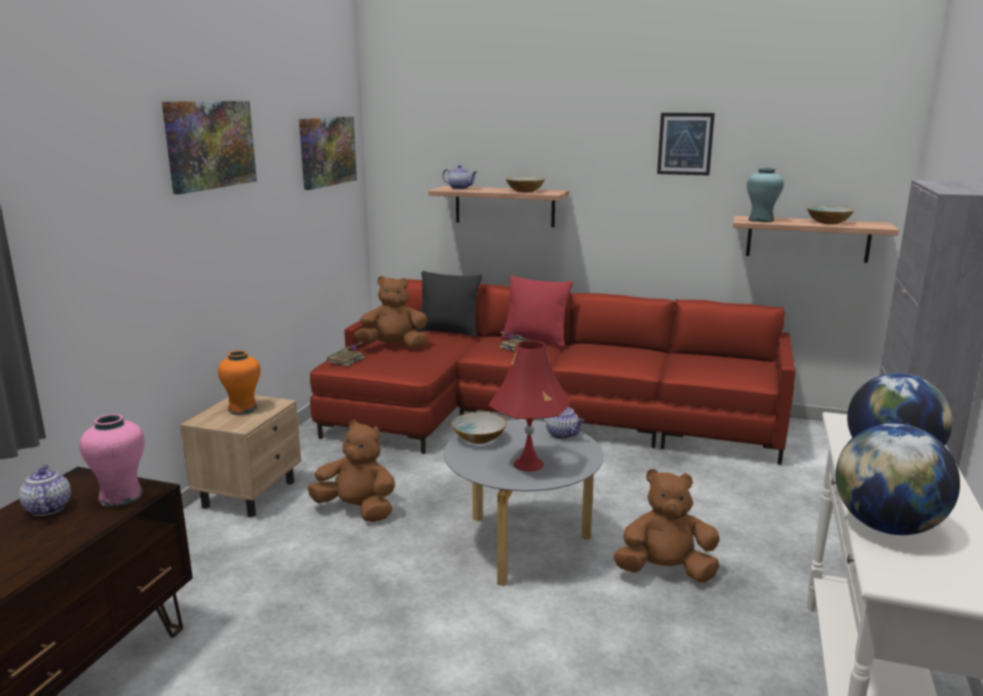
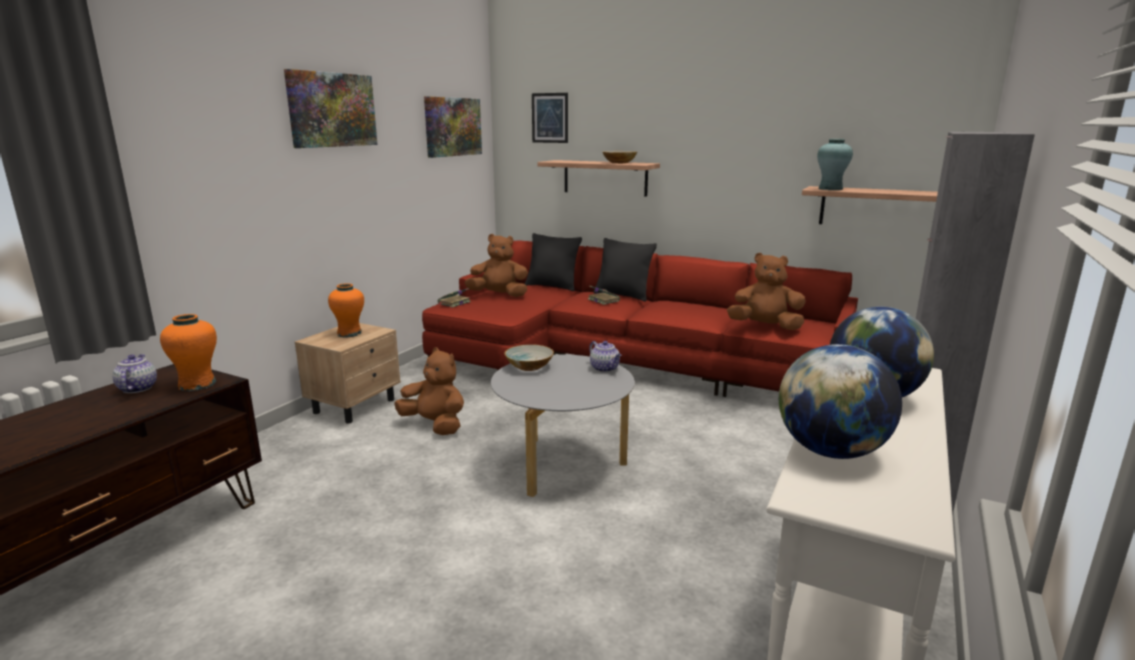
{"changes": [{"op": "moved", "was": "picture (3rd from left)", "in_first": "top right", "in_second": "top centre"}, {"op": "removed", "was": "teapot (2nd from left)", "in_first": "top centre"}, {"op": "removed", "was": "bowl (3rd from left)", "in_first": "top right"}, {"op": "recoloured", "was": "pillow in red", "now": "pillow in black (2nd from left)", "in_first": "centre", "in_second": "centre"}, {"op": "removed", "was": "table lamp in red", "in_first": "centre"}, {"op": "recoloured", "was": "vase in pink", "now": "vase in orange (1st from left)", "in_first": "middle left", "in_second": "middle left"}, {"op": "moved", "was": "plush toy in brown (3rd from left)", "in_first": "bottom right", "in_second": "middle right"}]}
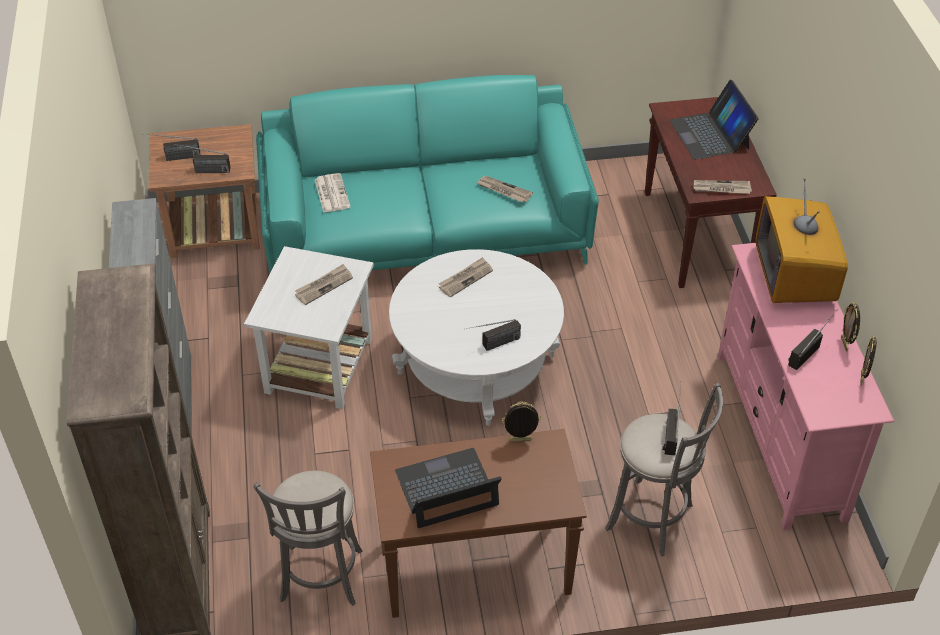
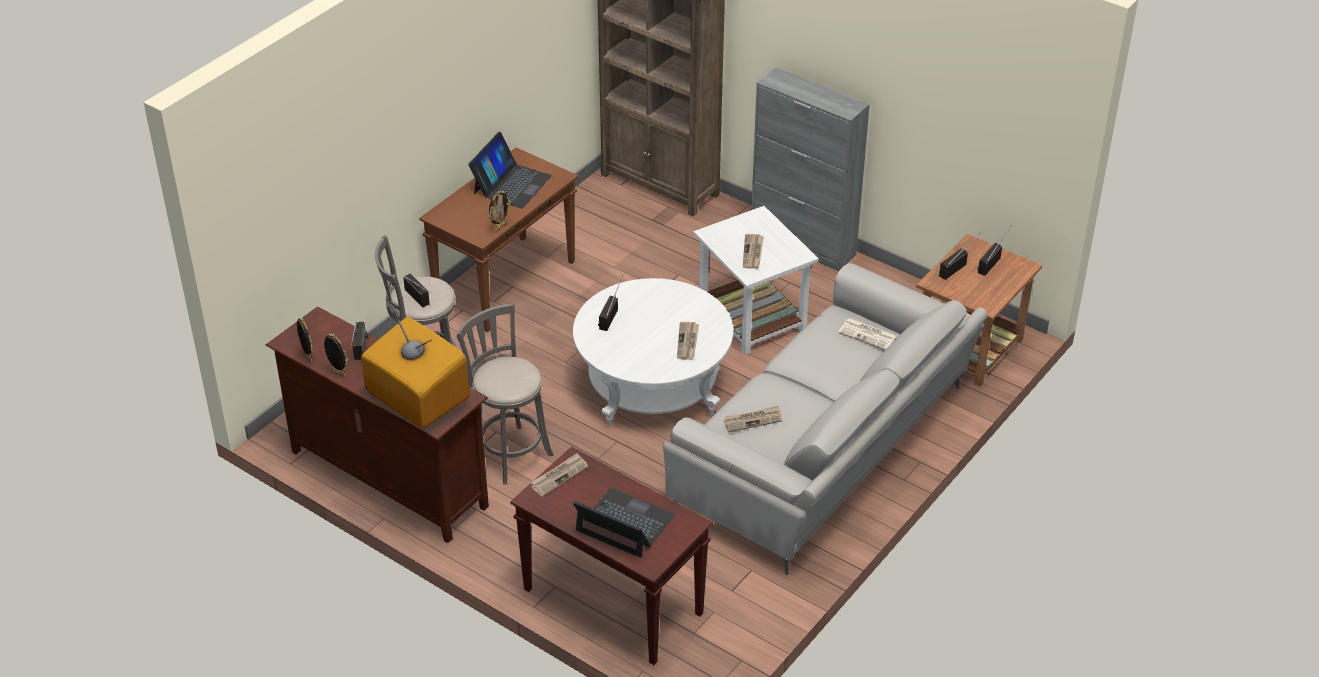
{"changes": [{"op": "recoloured", "was": "sofa in turquoise", "now": "sofa in grey", "in_first": "top centre", "in_second": "centre"}, {"op": "recoloured", "was": "tv stand in pink", "now": "tv stand in brown", "in_first": "middle right", "in_second": "middle left"}, {"op": "moved", "was": "stool in grey (1st from left in the first image)", "now": "stool in grey (2nd from left)", "in_first": "bottom left", "in_second": "centre"}]}
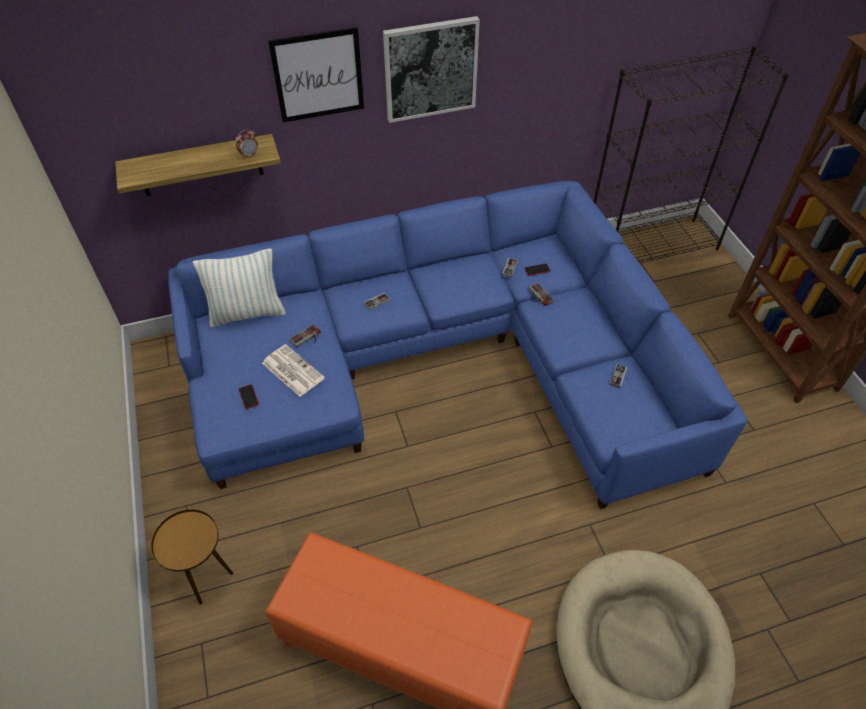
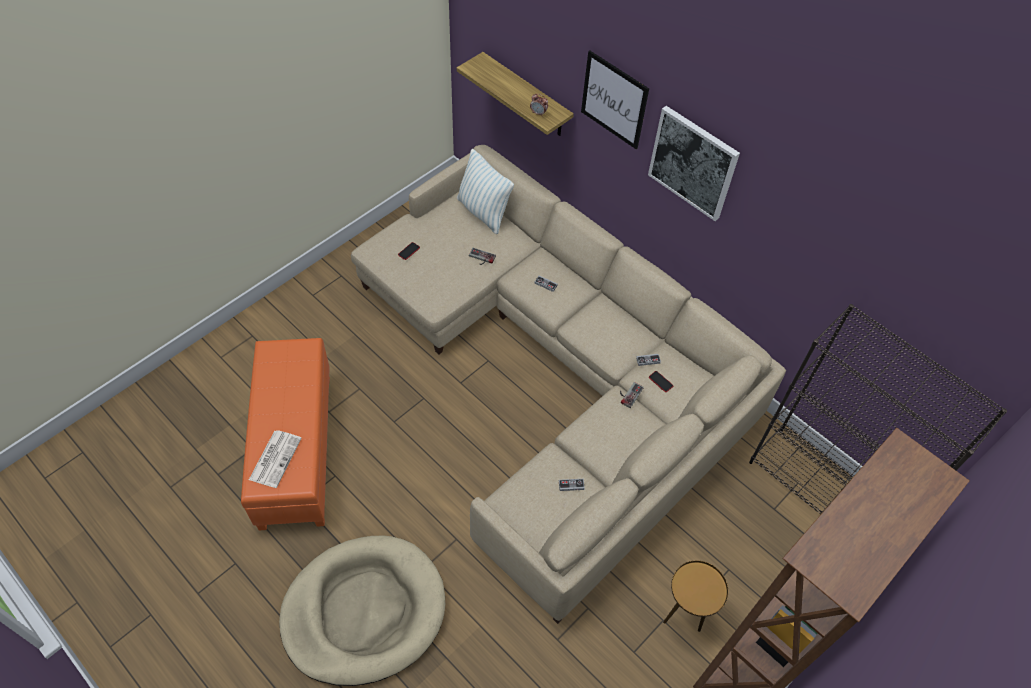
{"changes": [{"op": "recoloured", "was": "sofa in blue", "now": "sofa in beige", "in_first": "centre", "in_second": "centre"}, {"op": "moved", "was": "newspaper", "in_first": "centre", "in_second": "bottom left"}, {"op": "moved", "was": "side table in brown", "in_first": "bottom left", "in_second": "bottom right"}]}
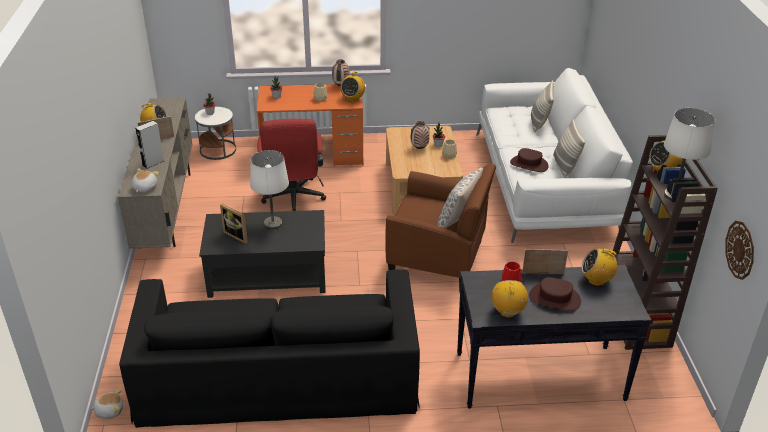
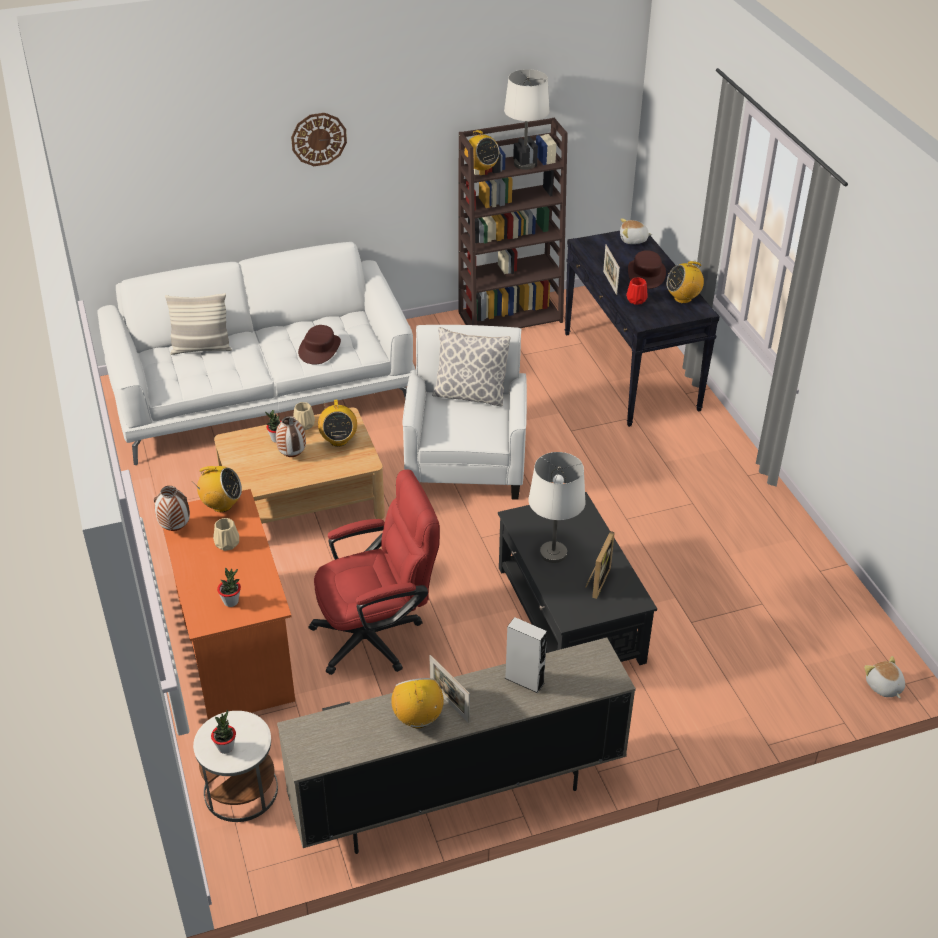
{"changes": [{"op": "removed", "was": "pillow (3rd from left)", "in_first": "middle right"}, {"op": "recoloured", "was": "armchair in brown", "now": "armchair in white", "in_first": "centre", "in_second": "centre"}, {"op": "moved", "was": "plush toy (2nd from left in the first image)", "now": "plush toy (1st from left)", "in_first": "middle left", "in_second": "top right"}, {"op": "moved", "was": "wall clock", "in_first": "middle right", "in_second": "top centre"}, {"op": "moved", "was": "radio (4th from left in the first image)", "now": "radio (2nd from left)", "in_first": "middle right", "in_second": "centre"}, {"op": "removed", "was": "sofa in black", "in_first": "bottom centre"}]}
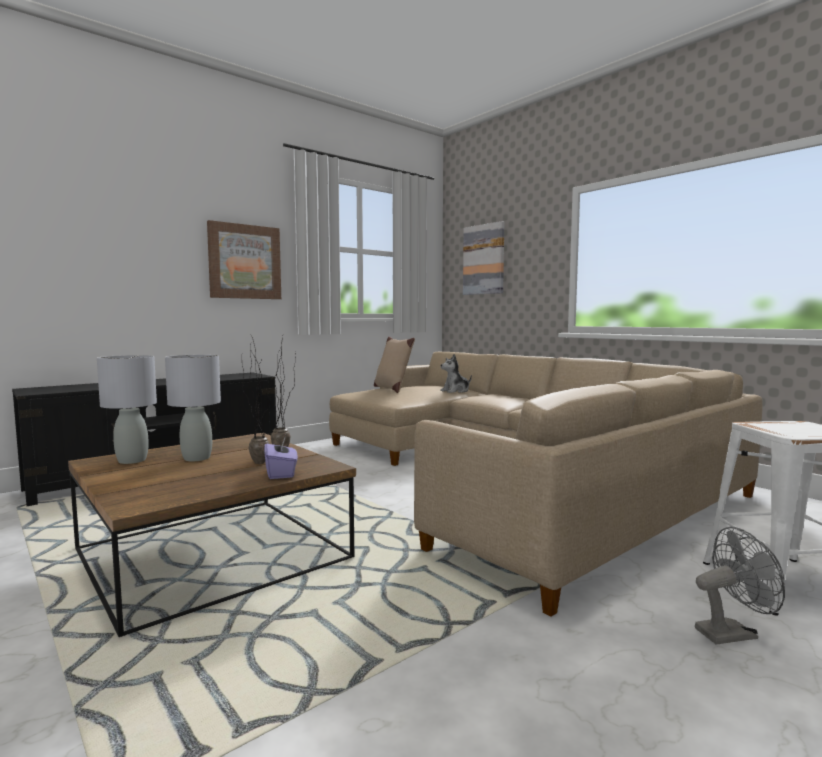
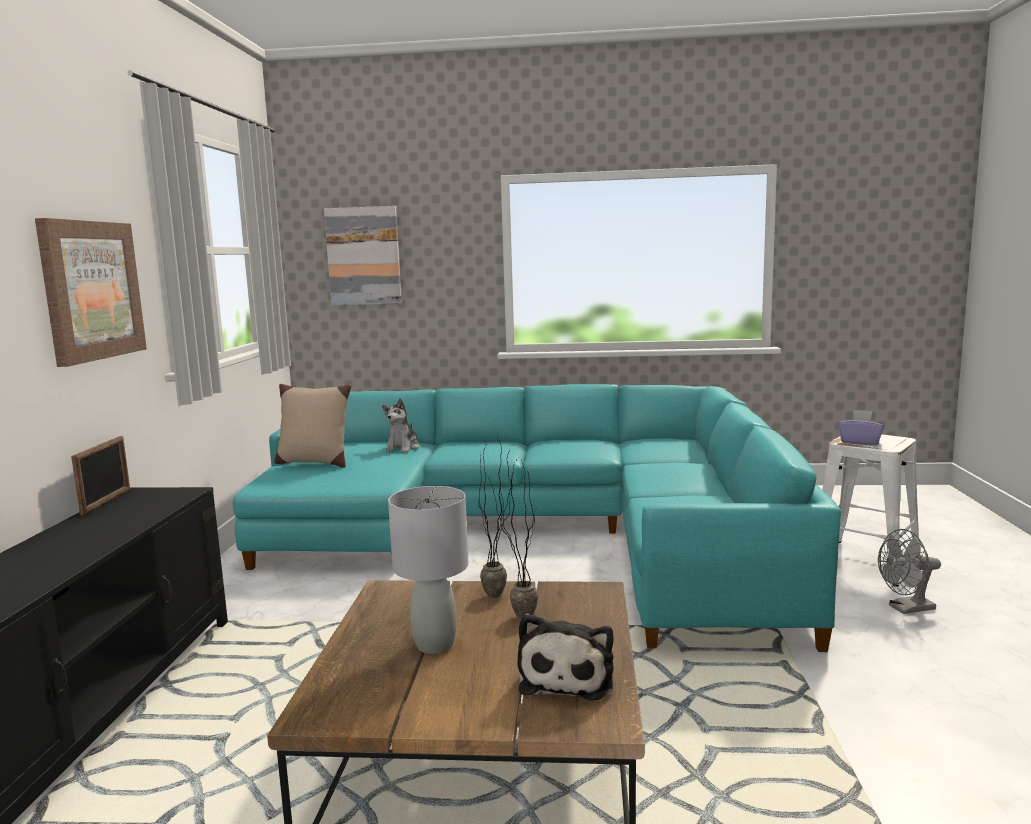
{"changes": [{"op": "recoloured", "was": "sofa in beige", "now": "sofa in turquoise", "in_first": "centre", "in_second": "centre"}, {"op": "removed", "was": "table lamp in grey (1st from left)", "in_first": "middle left"}, {"op": "moved", "was": "tissue box in purple", "in_first": "centre", "in_second": "middle right"}, {"op": "turned", "was": "fan in grey", "in_first": "bottom right", "in_second": "bottom right", "clockwise": -135}, {"op": "added", "now": "picture frame", "in_second": "middle left"}, {"op": "added", "now": "plush toy (2nd from left)", "in_second": "bottom centre"}]}
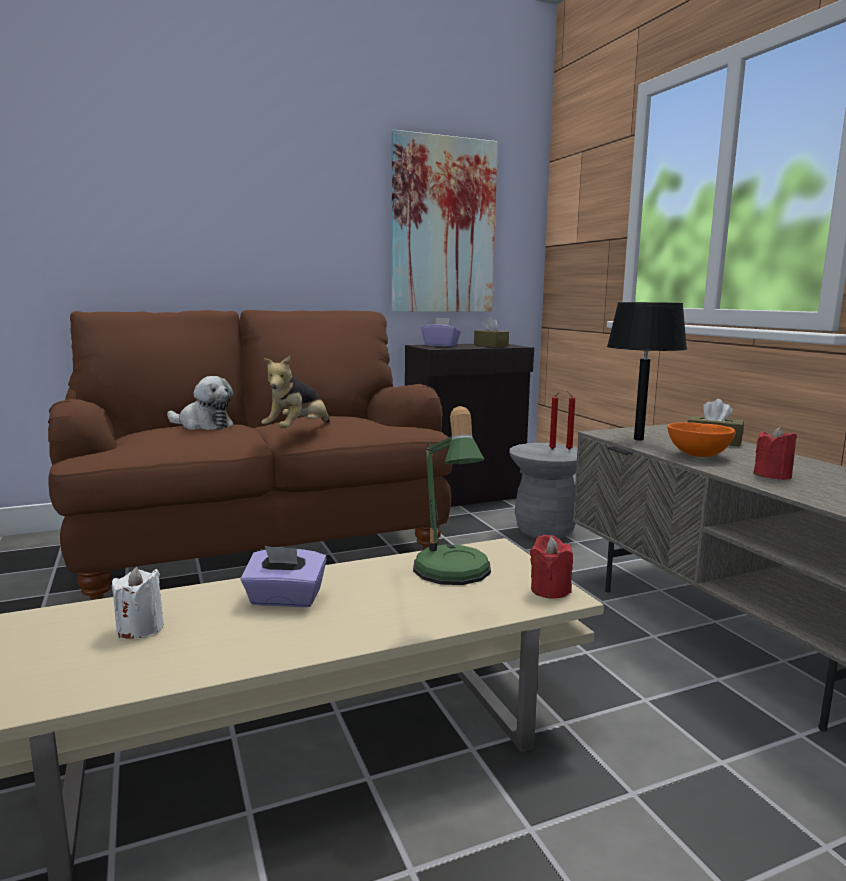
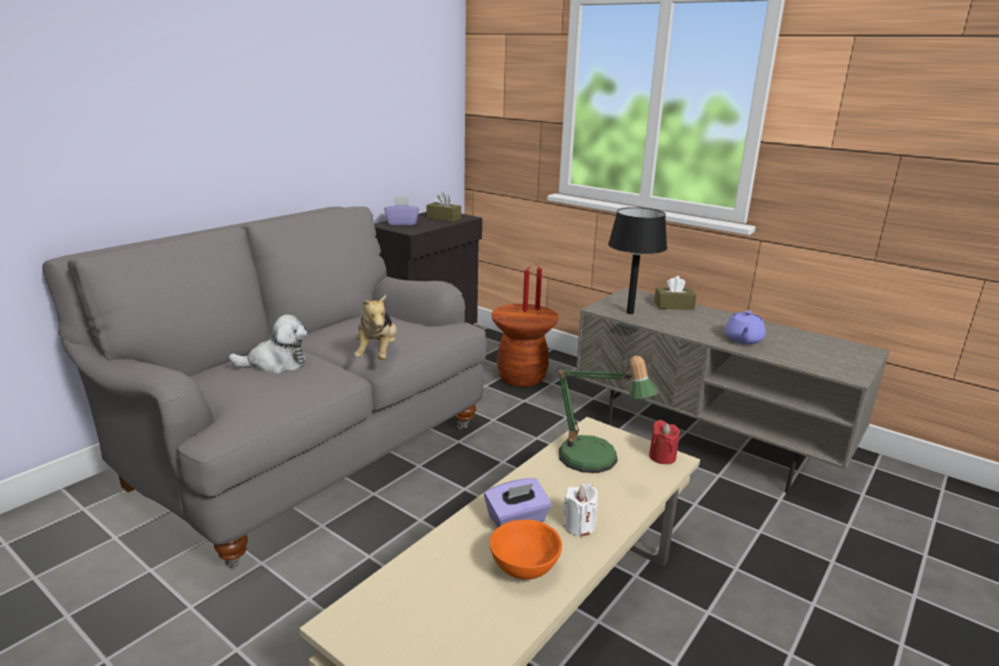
{"changes": [{"op": "removed", "was": "picture", "in_first": "top centre"}, {"op": "recoloured", "was": "sofa in brown", "now": "sofa in grey", "in_first": "middle left", "in_second": "middle left"}, {"op": "moved", "was": "bowl in orange", "in_first": "middle right", "in_second": "bottom centre"}, {"op": "replaced", "was": "candle in red (4th from left)", "now": "teapot in purple", "in_first": "middle right", "in_second": "middle right"}, {"op": "recoloured", "was": "stool in grey", "now": "stool in brown", "in_first": "centre", "in_second": "centre"}, {"op": "moved", "was": "candle in white", "in_first": "bottom left", "in_second": "bottom centre"}]}
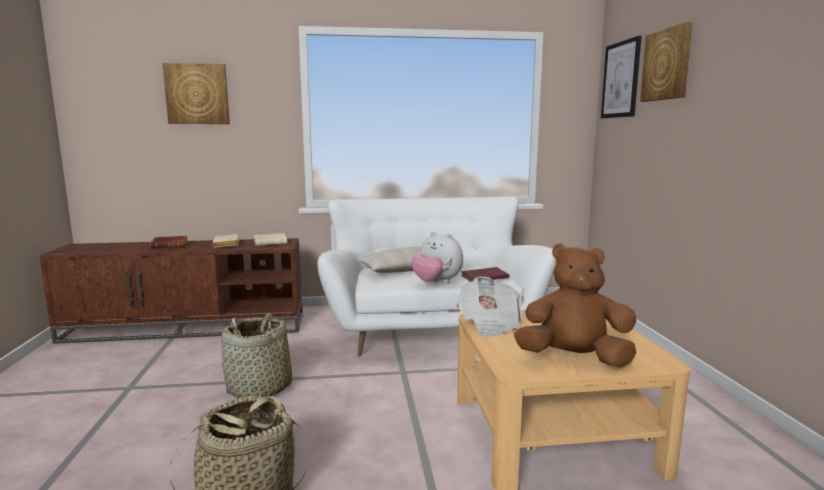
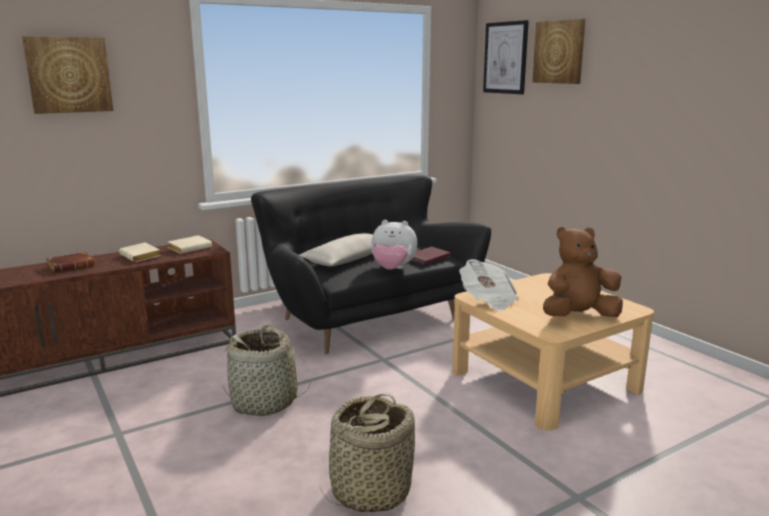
{"changes": [{"op": "recoloured", "was": "sofa in white", "now": "sofa in black", "in_first": "centre", "in_second": "centre"}]}
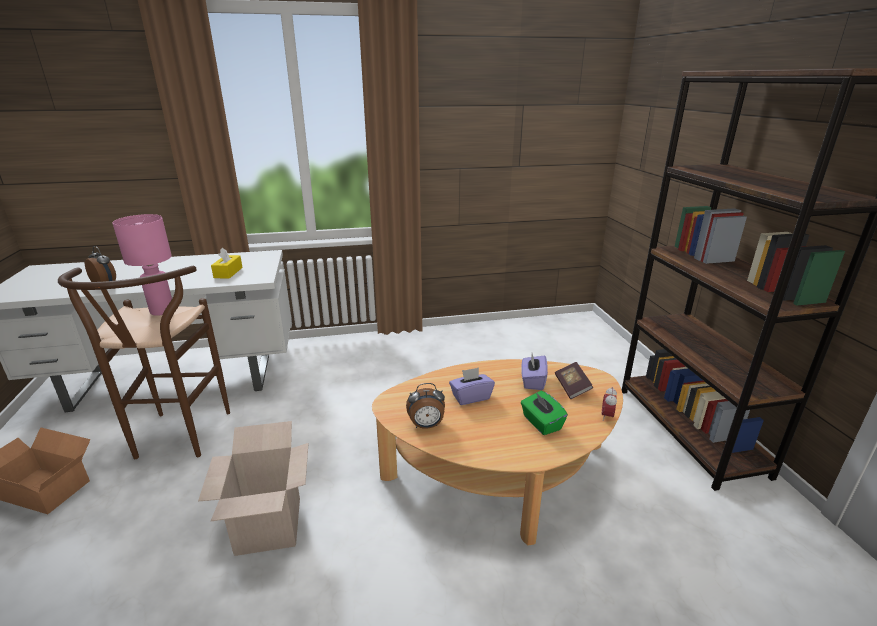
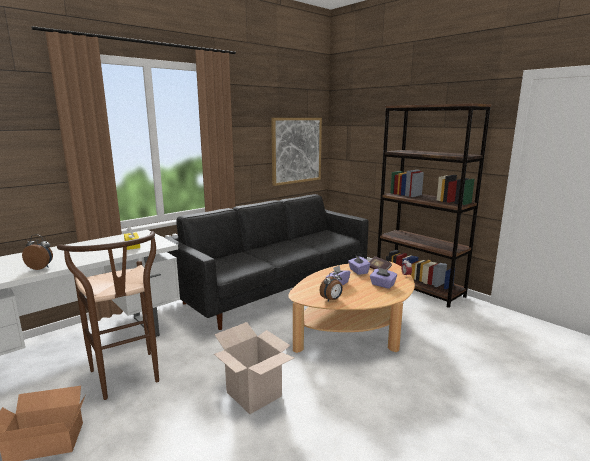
{"changes": [{"op": "removed", "was": "table lamp in pink", "in_first": "middle left"}, {"op": "recoloured", "was": "tissue box in green", "now": "tissue box in purple (3rd from left)", "in_first": "centre", "in_second": "centre"}, {"op": "added", "now": "picture", "in_second": "top centre"}, {"op": "added", "now": "sofa in black", "in_second": "centre"}]}
